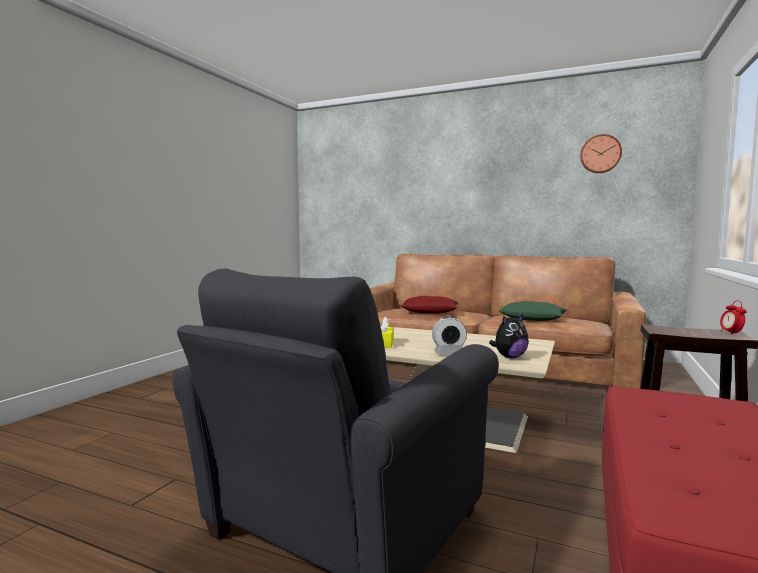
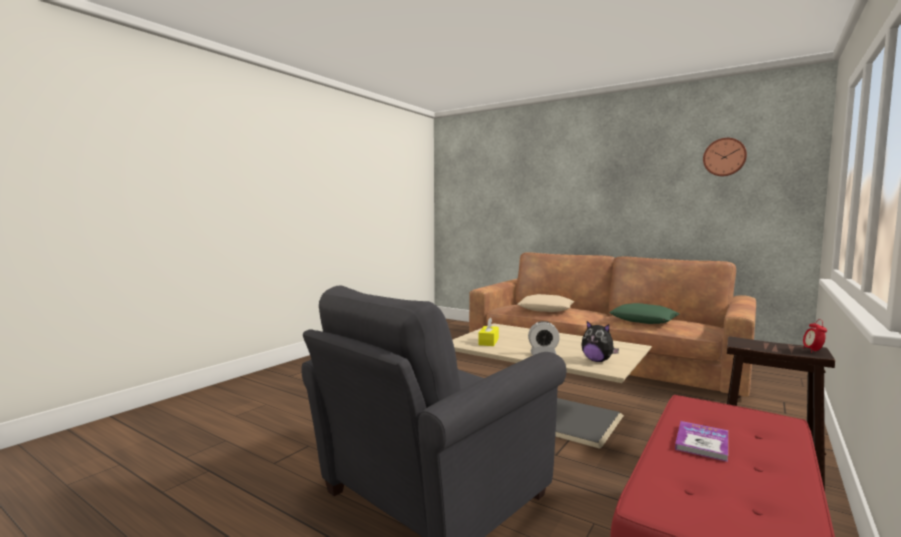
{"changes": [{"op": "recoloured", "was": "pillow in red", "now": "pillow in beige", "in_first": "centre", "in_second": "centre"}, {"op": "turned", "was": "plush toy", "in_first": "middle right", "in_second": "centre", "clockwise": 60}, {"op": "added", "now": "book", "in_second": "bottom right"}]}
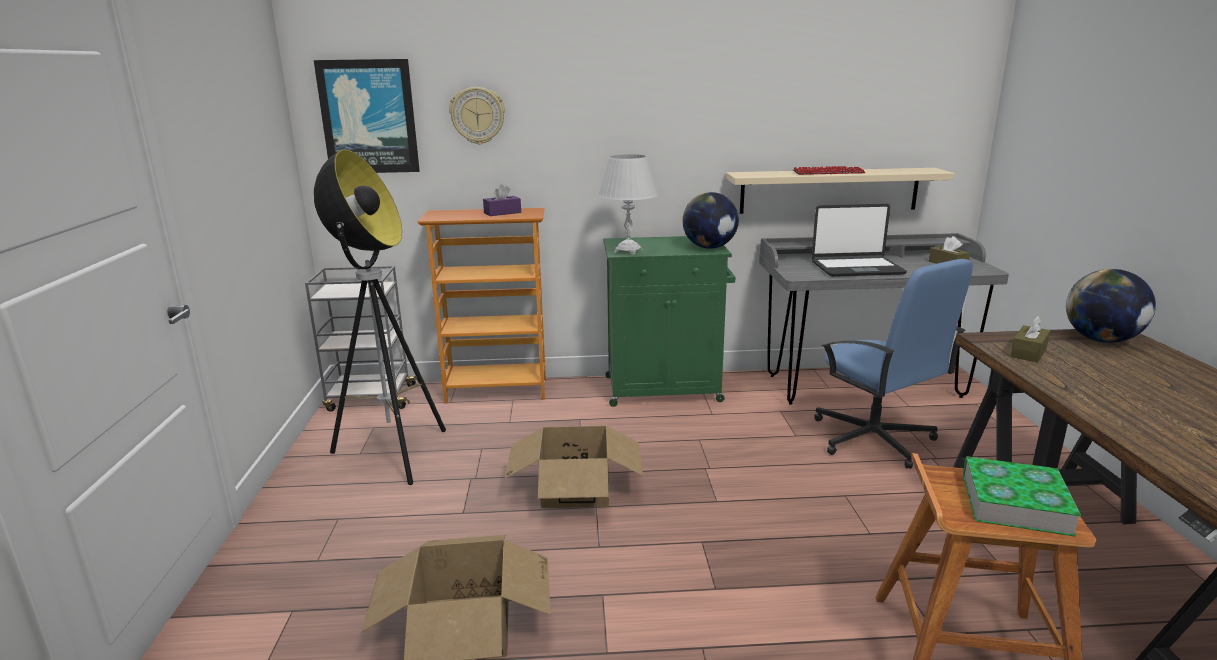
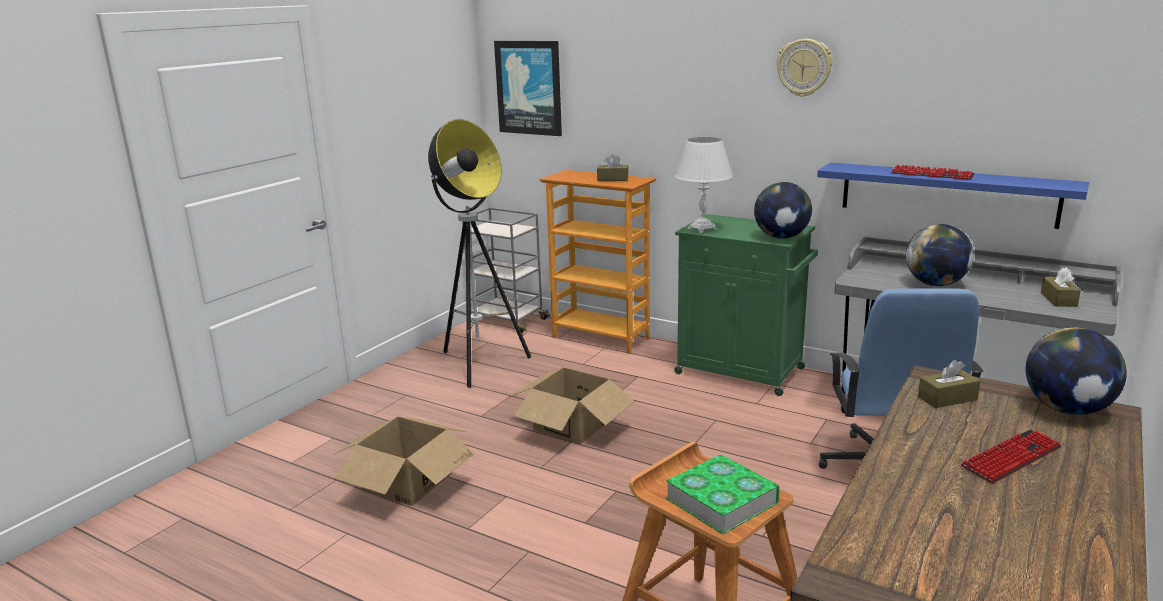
{"changes": [{"op": "moved", "was": "wall clock", "in_first": "top centre", "in_second": "top right"}, {"op": "recoloured", "was": "shelf in beige", "now": "shelf in blue", "in_first": "top right", "in_second": "top right"}, {"op": "recoloured", "was": "tissue box in purple", "now": "tissue box in brown (1st from left)", "in_first": "top centre", "in_second": "top centre"}, {"op": "replaced", "was": "laptop", "now": "globe (2nd from left)", "in_first": "middle right", "in_second": "middle right"}, {"op": "added", "now": "keyboard (2nd from left)", "in_second": "bottom right"}]}
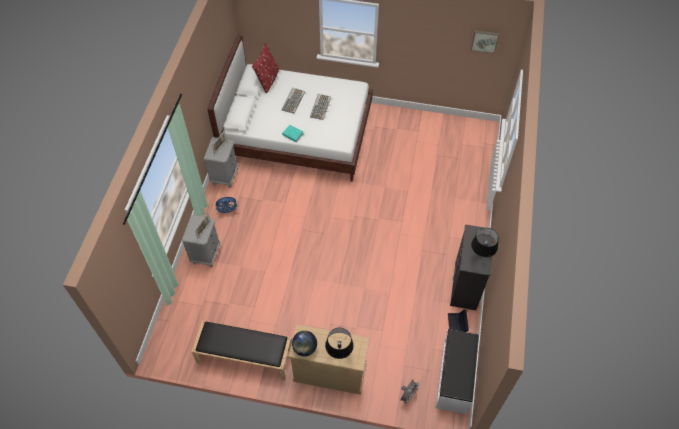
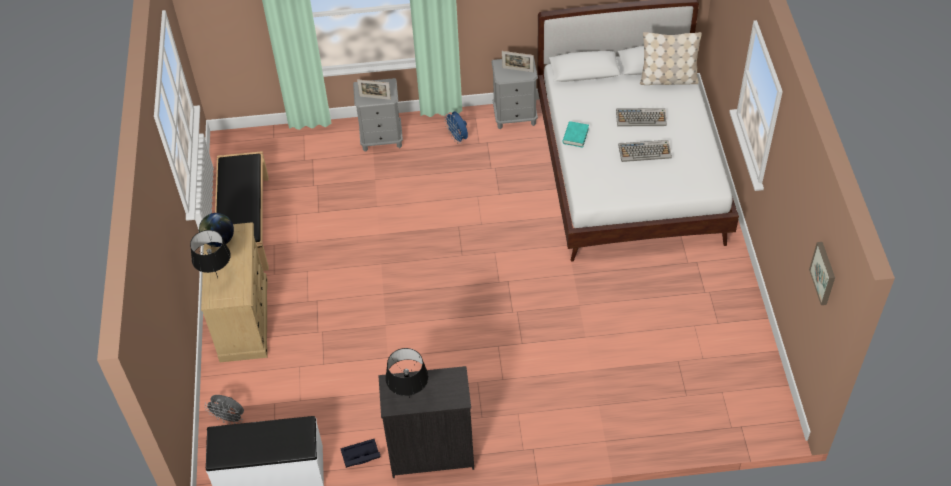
{"changes": [{"op": "recoloured", "was": "pillow in red", "now": "pillow in beige", "in_first": "top centre", "in_second": "top right"}]}
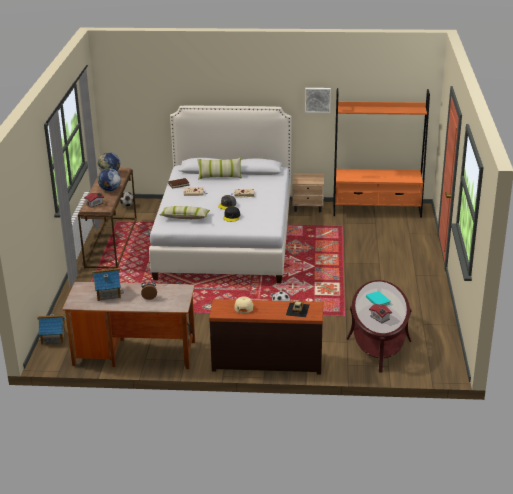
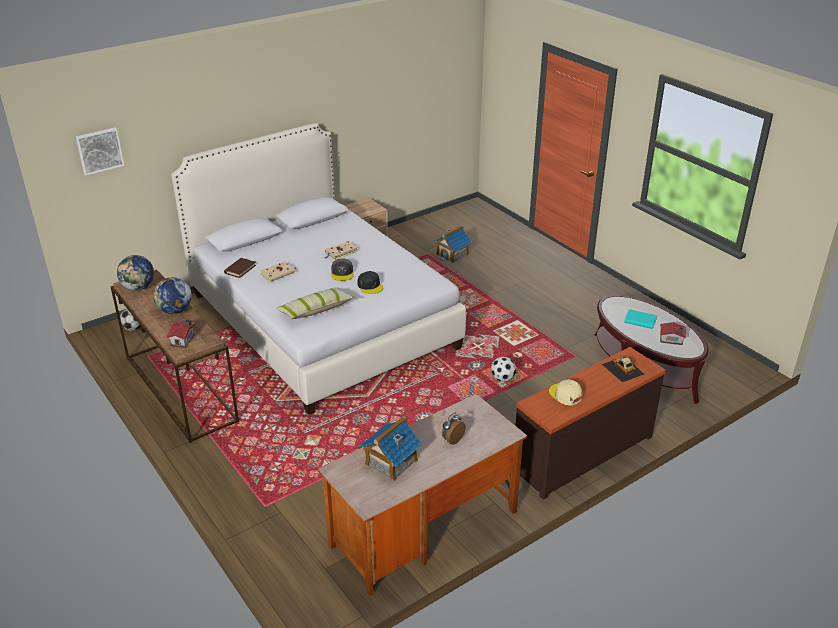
{"changes": [{"op": "moved", "was": "picture", "in_first": "top centre", "in_second": "top left"}, {"op": "removed", "was": "bookcase in orange", "in_first": "top right"}, {"op": "removed", "was": "pillow (2nd from left)", "in_first": "centre"}, {"op": "moved", "was": "toy house (1st from left in the first image)", "now": "toy house (3rd from left)", "in_first": "middle left", "in_second": "centre"}]}
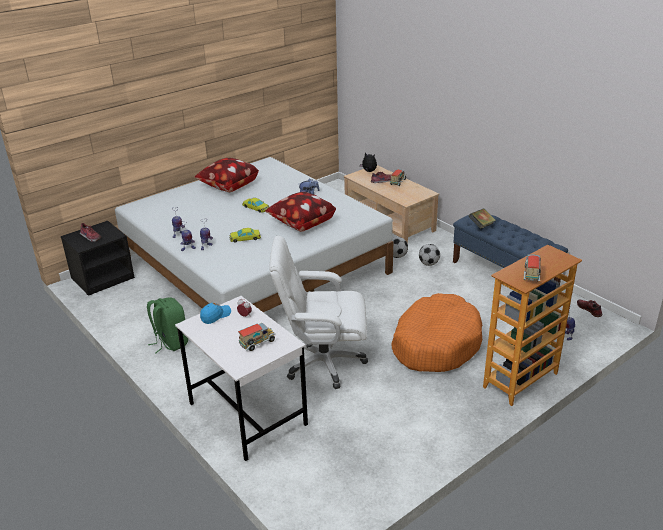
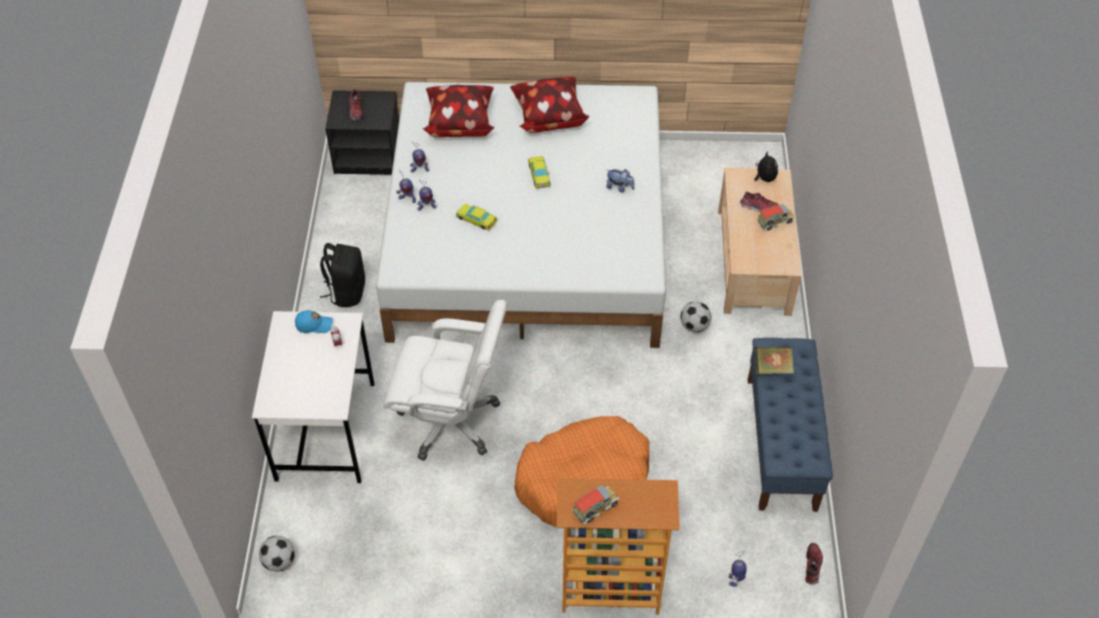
{"changes": [{"op": "moved", "was": "pillow (2nd from left in the first image)", "now": "pillow (1st from left)", "in_first": "centre", "in_second": "top centre"}, {"op": "turned", "was": "office chair in white", "in_first": "centre", "in_second": "centre", "clockwise": 150}, {"op": "moved", "was": "football (2nd from left in the first image)", "now": "football (1st from left)", "in_first": "centre", "in_second": "bottom left"}, {"op": "recoloured", "was": "backpack in green", "now": "backpack in black", "in_first": "middle left", "in_second": "middle left"}, {"op": "removed", "was": "toy truck (1st from left)", "in_first": "centre"}]}
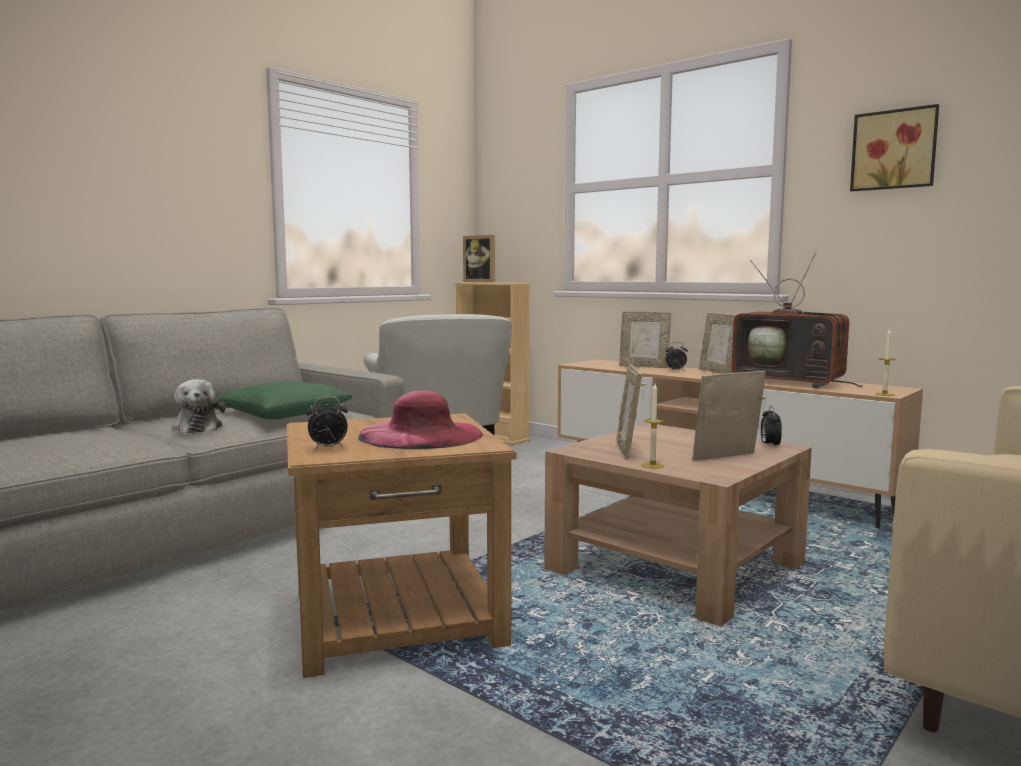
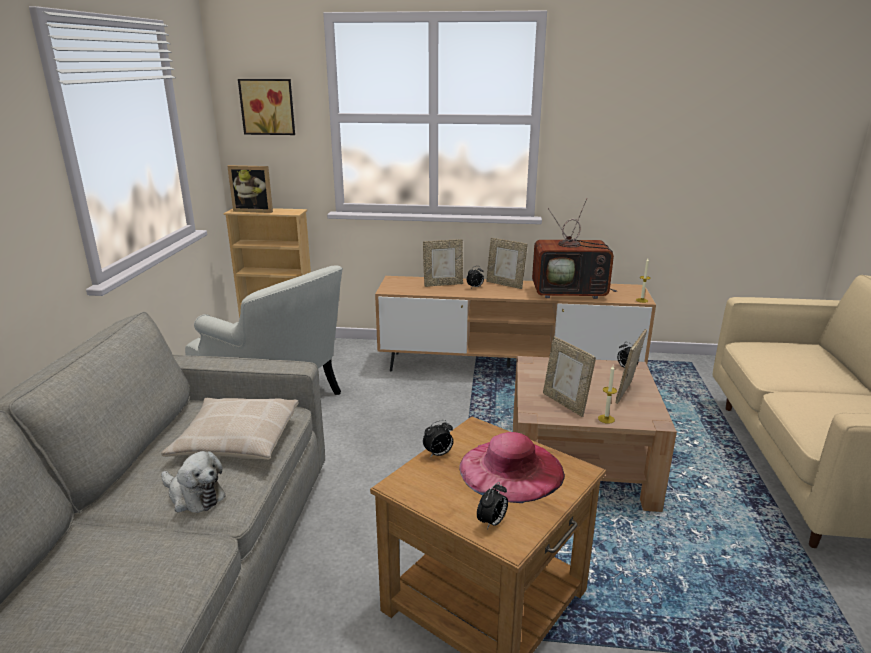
{"changes": [{"op": "moved", "was": "picture", "in_first": "top right", "in_second": "top left"}, {"op": "recoloured", "was": "pillow in green", "now": "pillow in beige", "in_first": "middle left", "in_second": "middle left"}, {"op": "added", "now": "alarm clock (1st from left)", "in_second": "bottom centre"}]}
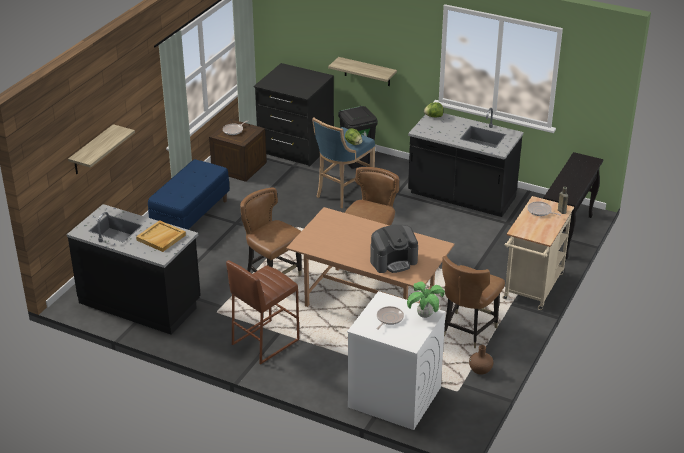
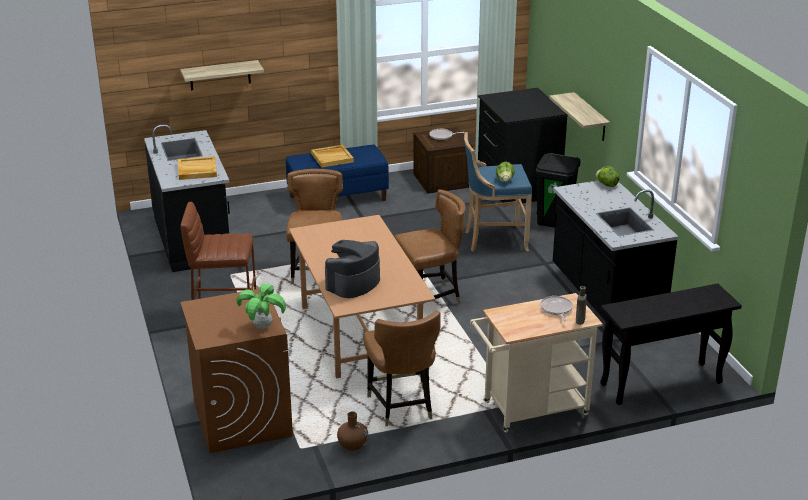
{"changes": [{"op": "turned", "was": "coffee machine", "in_first": "centre", "in_second": "centre", "clockwise": 105}, {"op": "turned", "was": "chair in brown (3rd from left in the first image)", "in_first": "bottom right", "in_second": "bottom centre", "clockwise": -90}, {"op": "recoloured", "was": "washing machine in white", "now": "washing machine in brown", "in_first": "bottom centre", "in_second": "bottom left"}, {"op": "removed", "was": "frying pan (2nd from left)", "in_first": "bottom centre"}, {"op": "added", "now": "tray in beige (2nd from left)", "in_second": "top centre"}]}
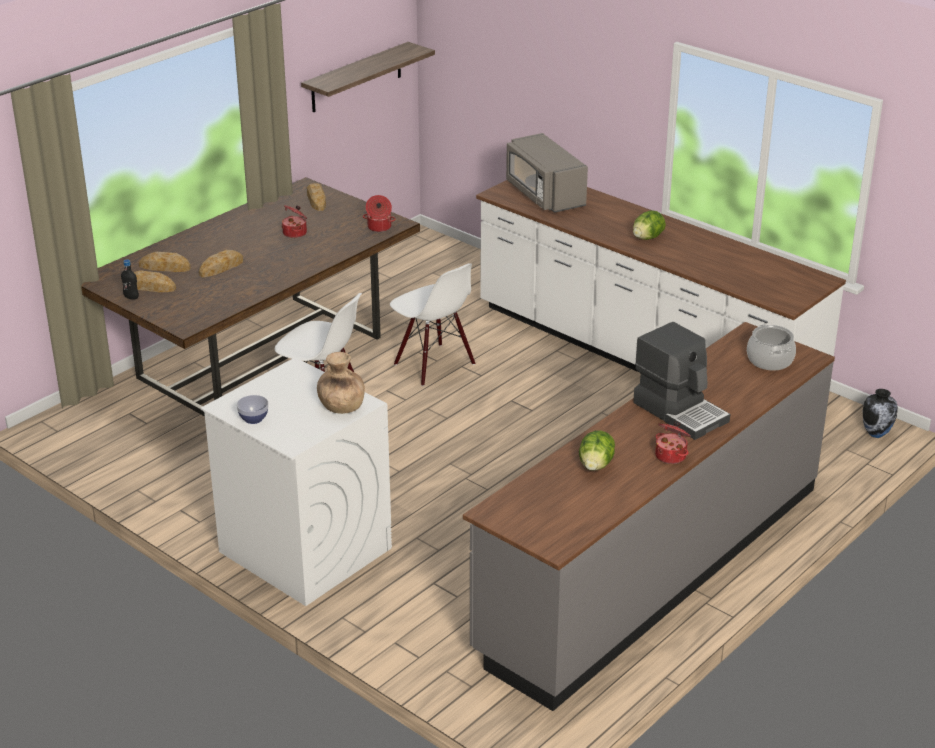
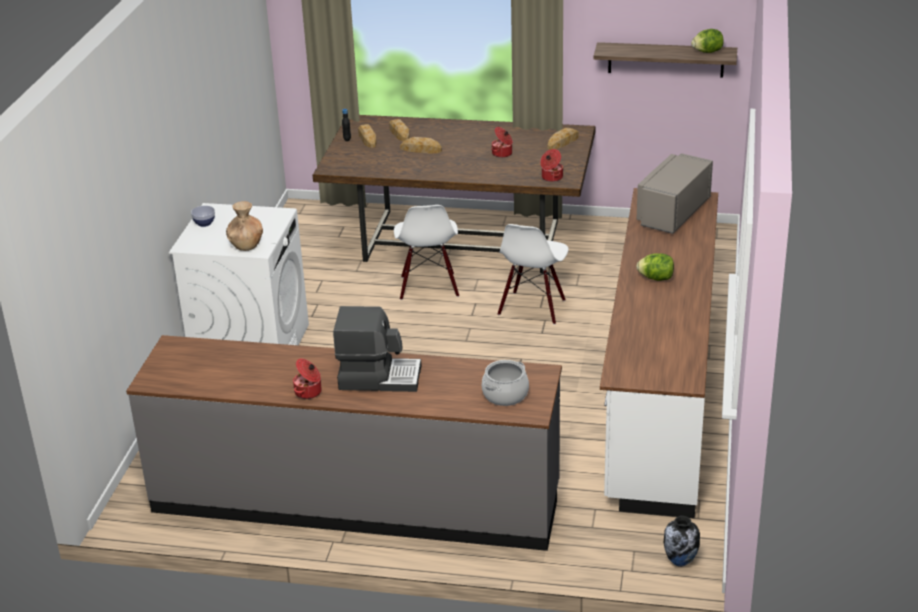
{"changes": [{"op": "turned", "was": "coffee machine", "in_first": "middle right", "in_second": "centre", "clockwise": -105}, {"op": "moved", "was": "lettuce (1st from left in the first image)", "now": "lettuce (2nd from left)", "in_first": "centre", "in_second": "top right"}]}
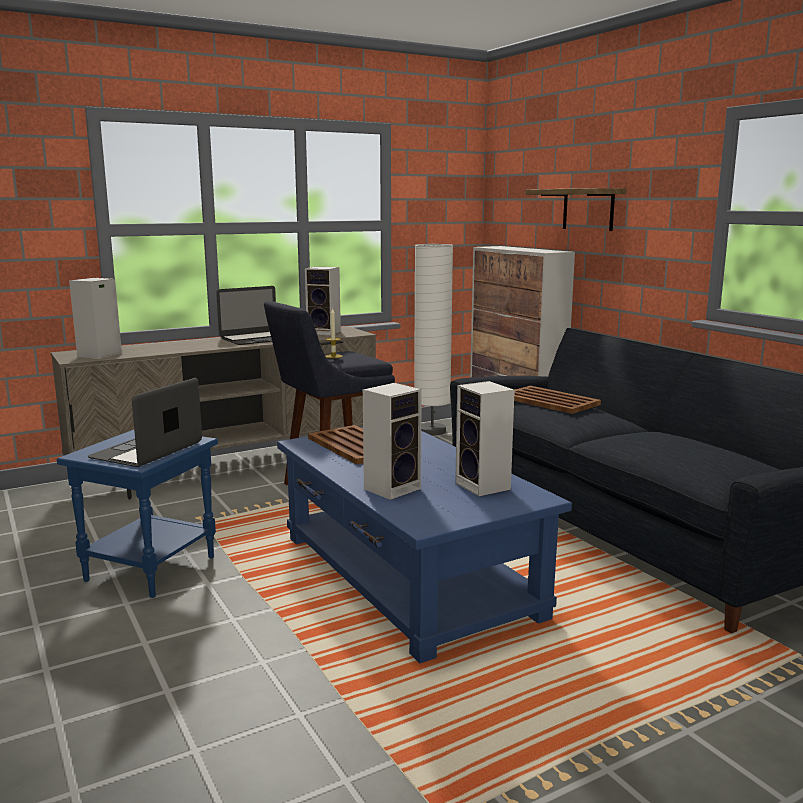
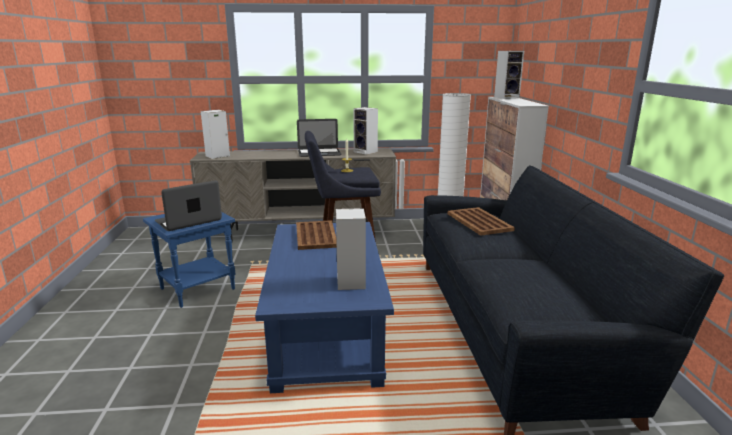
{"changes": [{"op": "removed", "was": "shelf", "in_first": "top right"}, {"op": "moved", "was": "speaker (3rd from left in the first image)", "now": "speaker (4th from left)", "in_first": "centre", "in_second": "top right"}]}
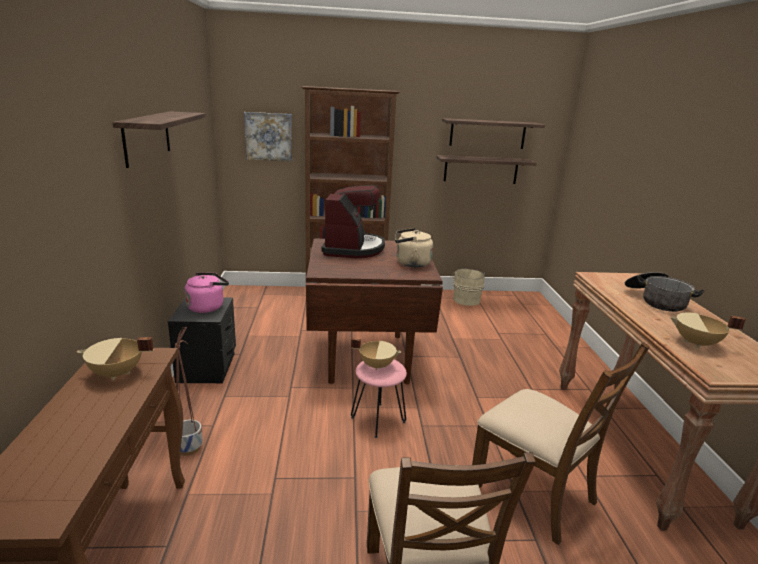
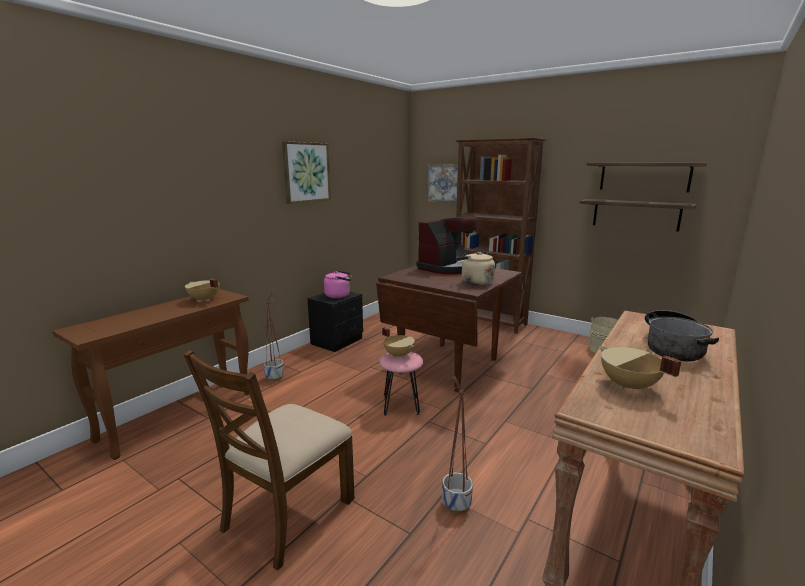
{"changes": [{"op": "replaced", "was": "shelf (1st from left)", "now": "picture (1st from left)", "in_first": "top left", "in_second": "top centre"}, {"op": "replaced", "was": "chair in brown (2nd from left)", "now": "planter (2nd from left)", "in_first": "bottom right", "in_second": "bottom centre"}]}
